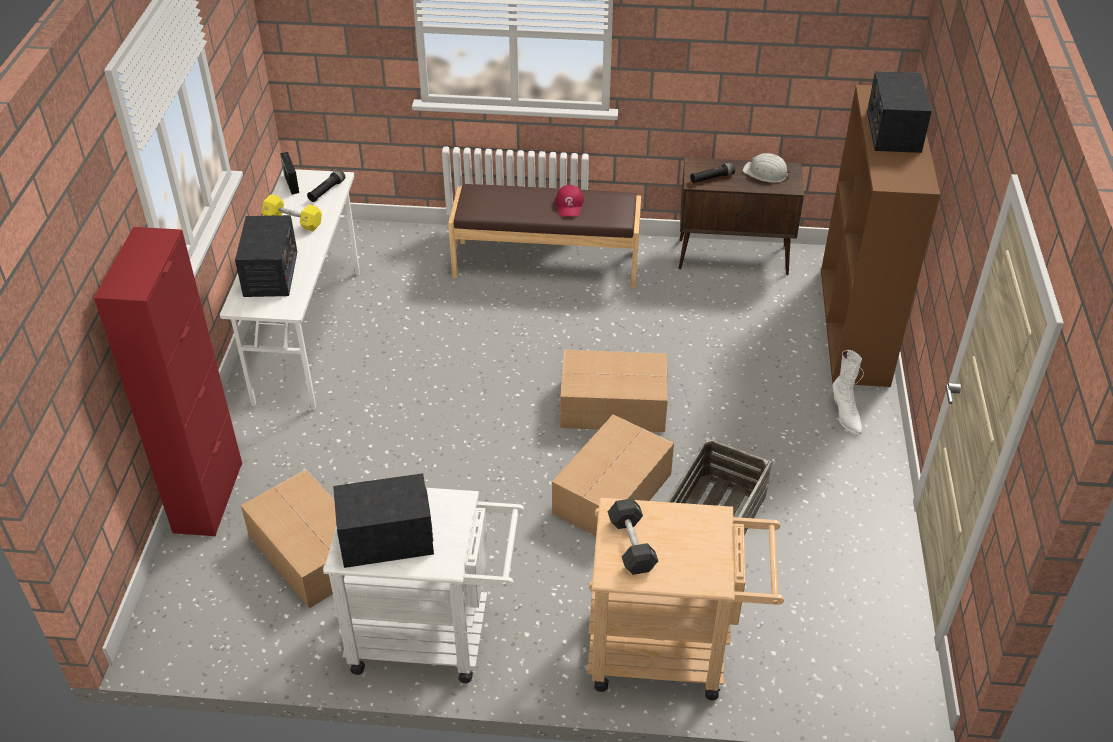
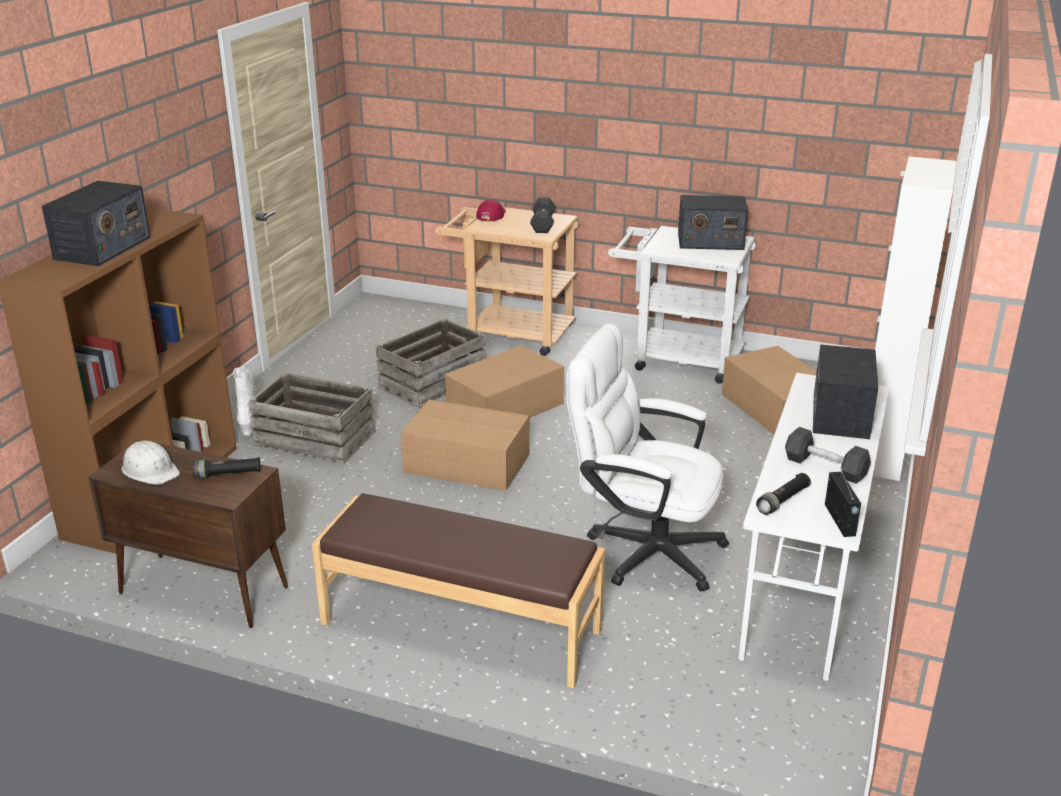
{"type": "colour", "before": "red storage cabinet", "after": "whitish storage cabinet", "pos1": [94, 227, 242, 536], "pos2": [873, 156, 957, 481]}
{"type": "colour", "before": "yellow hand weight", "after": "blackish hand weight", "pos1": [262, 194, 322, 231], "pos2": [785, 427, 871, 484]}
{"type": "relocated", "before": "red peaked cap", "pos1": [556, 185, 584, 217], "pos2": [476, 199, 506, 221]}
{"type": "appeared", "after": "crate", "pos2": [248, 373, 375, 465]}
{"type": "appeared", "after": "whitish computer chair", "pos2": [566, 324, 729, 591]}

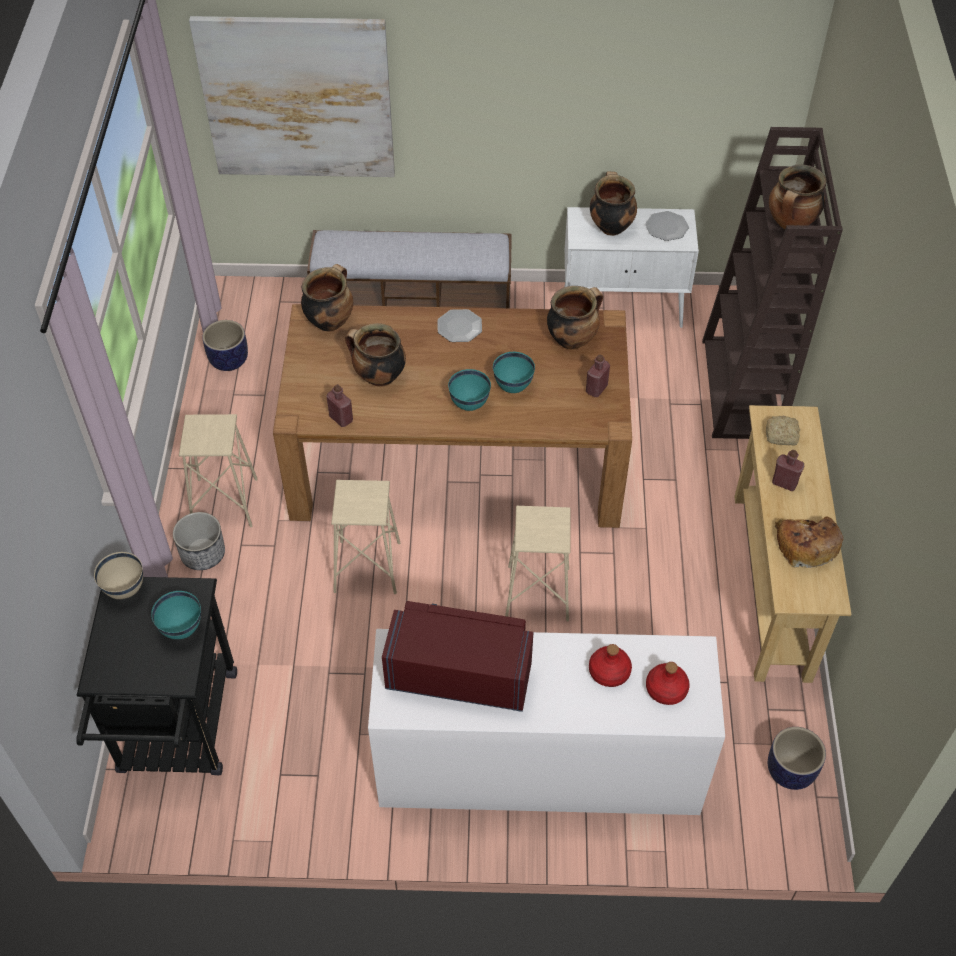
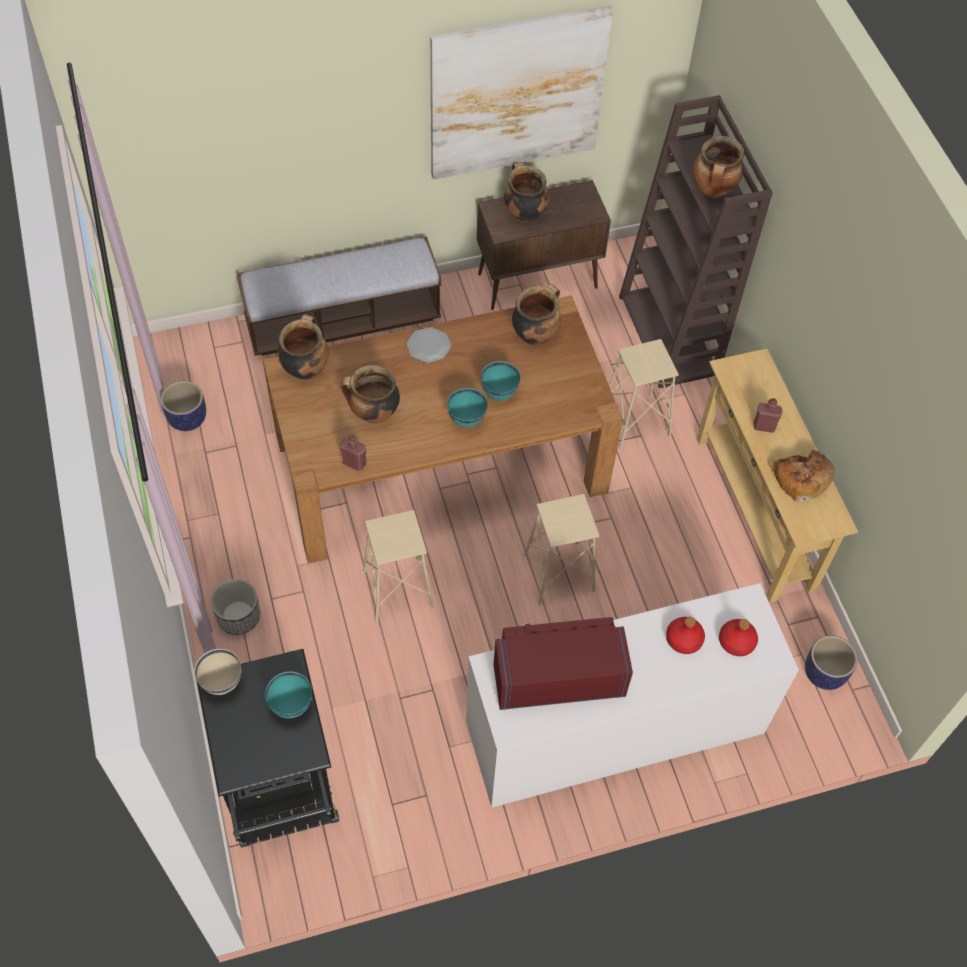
{"type": "relocated", "before": "beige-coloured stool seat", "pos1": [179, 414, 258, 527], "pos2": [609, 339, 679, 449]}
{"type": "relocated", "before": "wall picture", "pos1": [189, 16, 395, 177], "pos2": [430, 6, 613, 180]}
{"type": "colour", "before": "whitish storage cabinet", "after": "brown-coloured storage cabinet", "pos1": [564, 207, 699, 328], "pos2": [477, 180, 611, 310]}
{"type": "missing", "before": "red bottle", "pos1": [586, 355, 610, 397]}
{"type": "missing", "before": "plate", "pos1": [645, 211, 689, 241]}
{"type": "missing", "before": "baked bread", "pos1": [766, 416, 800, 446]}

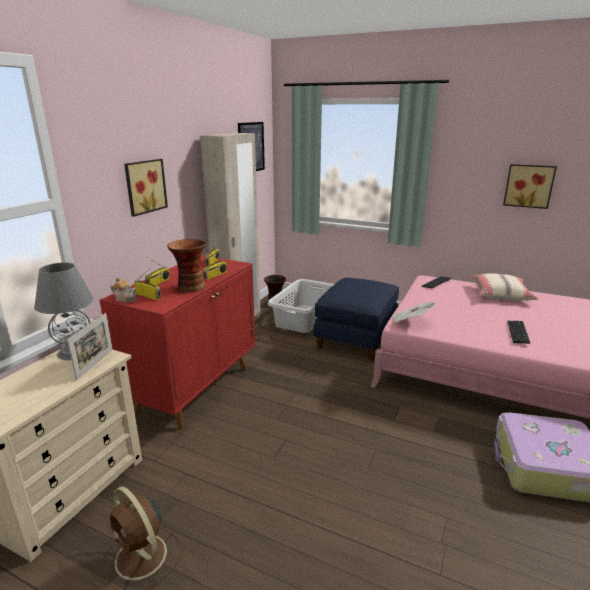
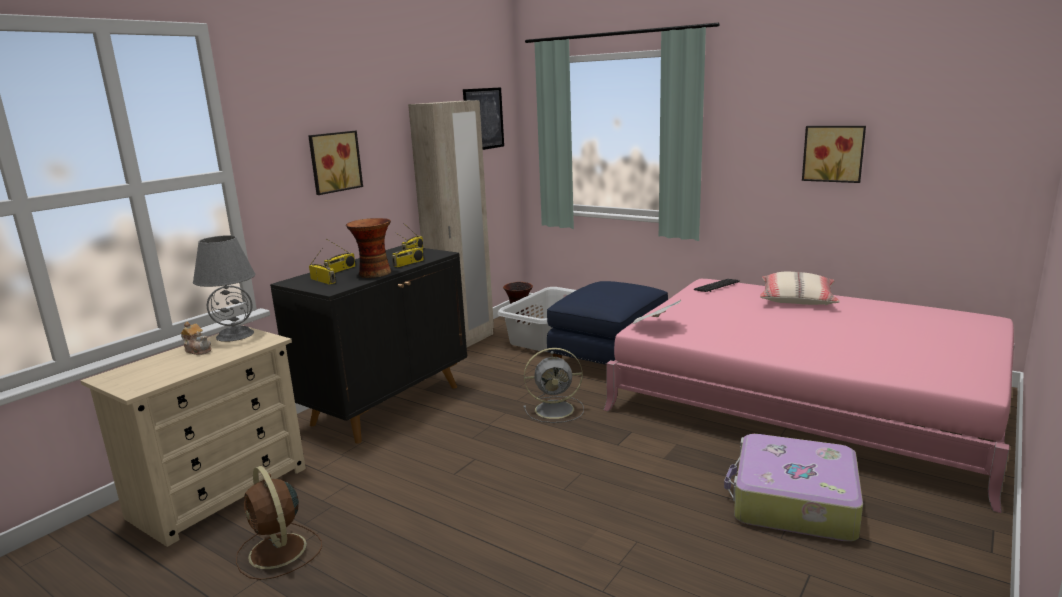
{"type": "missing", "before": "standing frame", "pos1": [67, 313, 113, 381]}
{"type": "colour", "before": "red storage cabinet", "after": "blackish storage cabinet", "pos1": [99, 255, 255, 430], "pos2": [270, 246, 467, 444]}
{"type": "relocated", "before": "tea pot", "pos1": [111, 277, 137, 303], "pos2": [180, 322, 212, 355]}
{"type": "missing", "before": "PC keyboard", "pos1": [507, 321, 530, 344]}
{"type": "appeared", "after": "greyish fan", "pos2": [523, 348, 584, 423]}

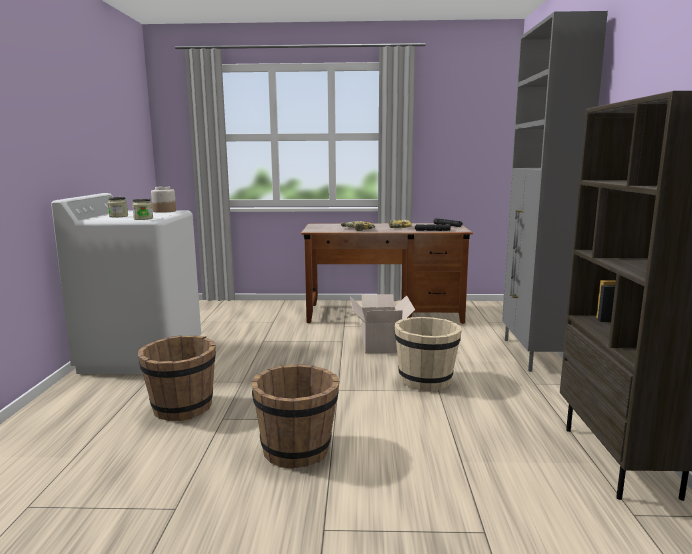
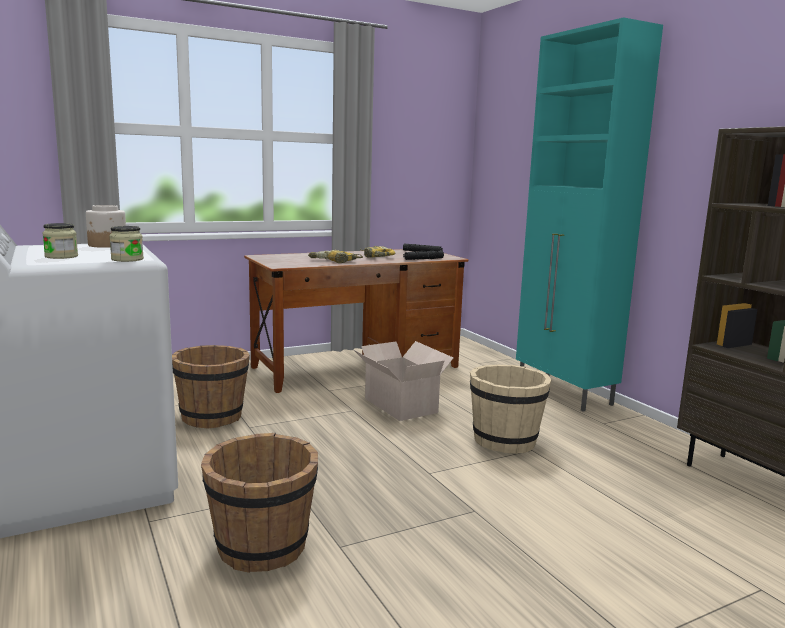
{"type": "relocated", "before": "brown-coloured pail", "pos1": [251, 364, 339, 468], "pos2": [172, 345, 250, 429]}
{"type": "colour", "before": "greyish storage cabinet", "after": "turquoise-coloured storage cabinet", "pos1": [502, 11, 608, 372], "pos2": [516, 17, 663, 411]}

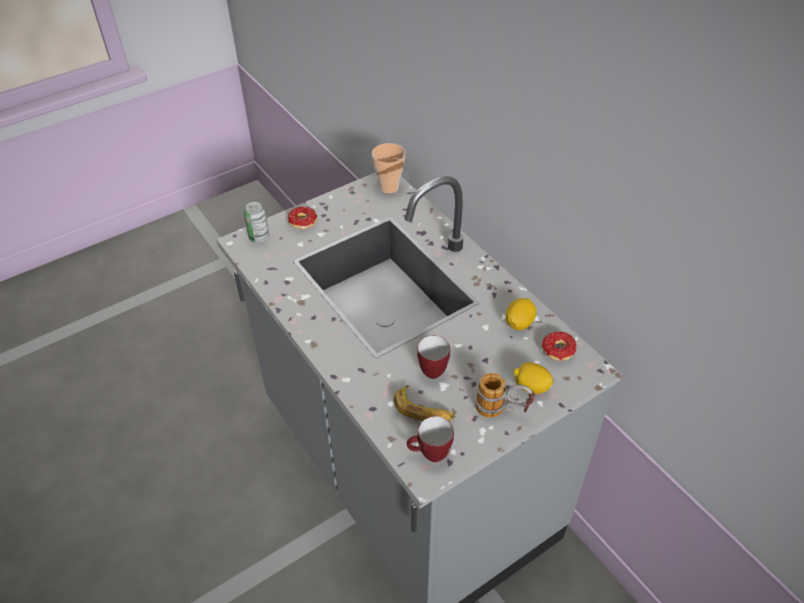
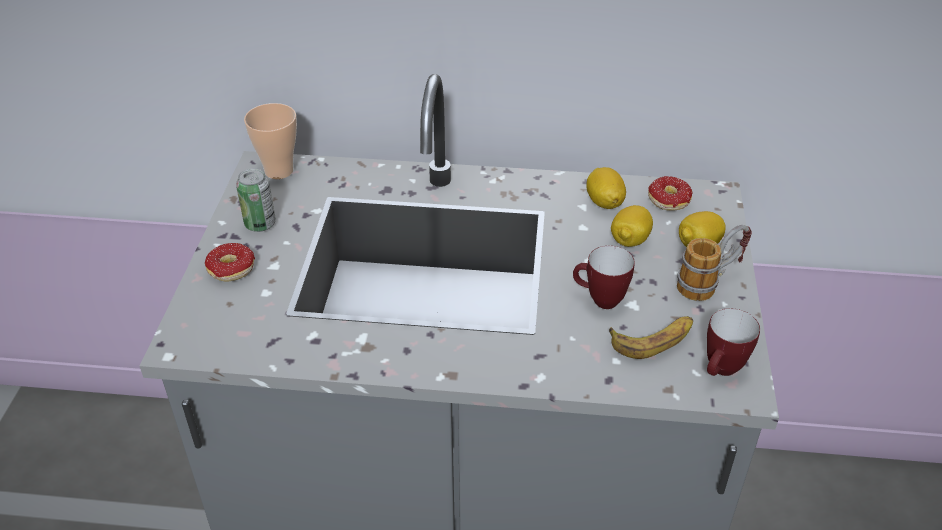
{"type": "relocated", "before": "sealed can", "pos1": [244, 202, 269, 243], "pos2": [236, 168, 276, 232]}
{"type": "appeared", "after": "whole lemon", "pos2": [611, 205, 653, 247]}

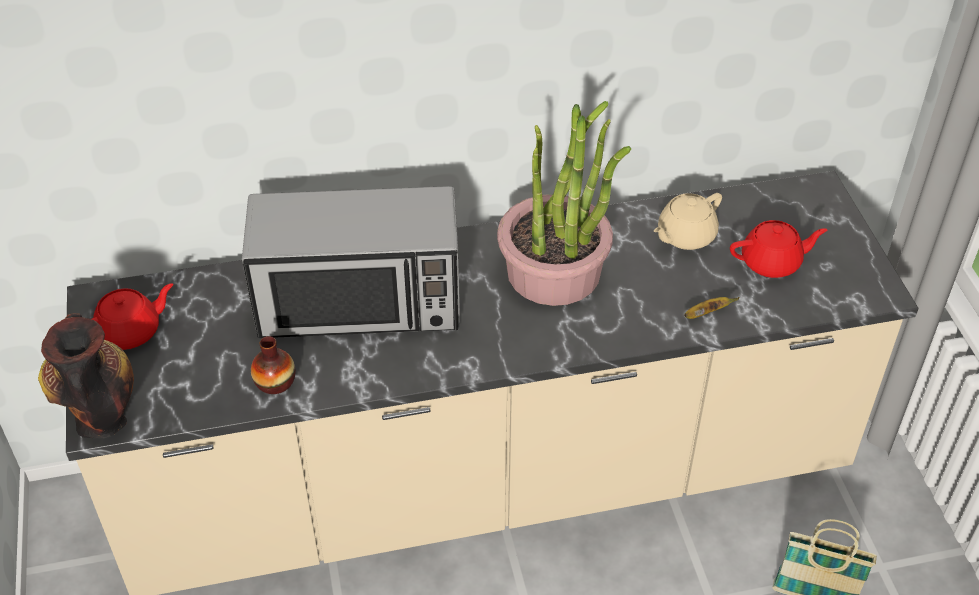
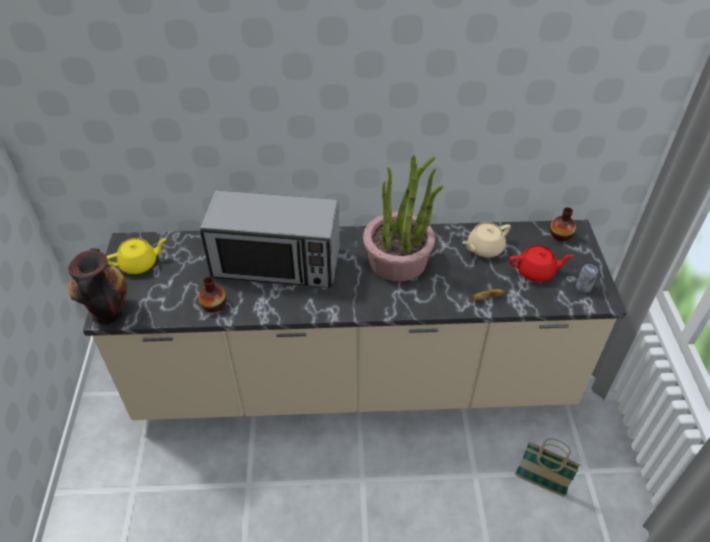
{"type": "colour", "before": "red tea pot", "after": "yellow tea pot", "pos1": [92, 283, 173, 350], "pos2": [106, 238, 166, 274]}
{"type": "appeared", "after": "decorative vase", "pos2": [550, 207, 576, 241]}
{"type": "appeared", "after": "sealed can", "pos2": [576, 264, 598, 293]}

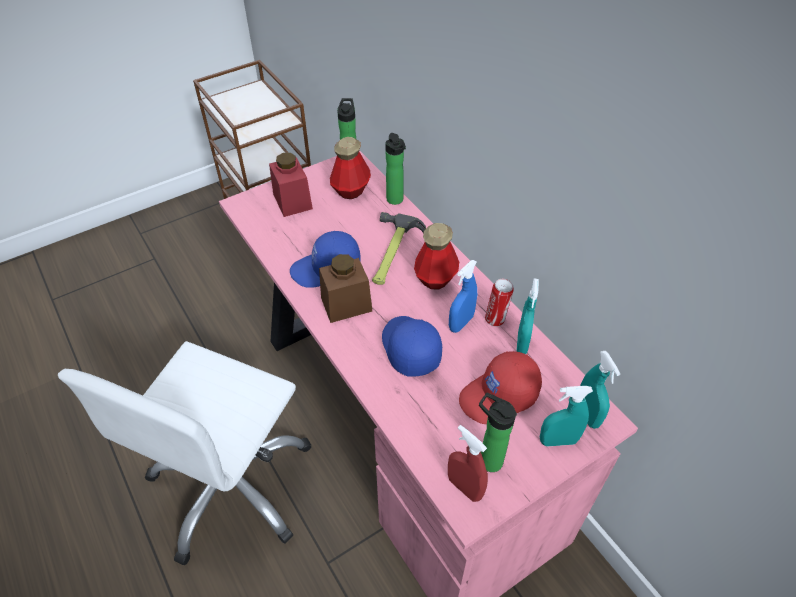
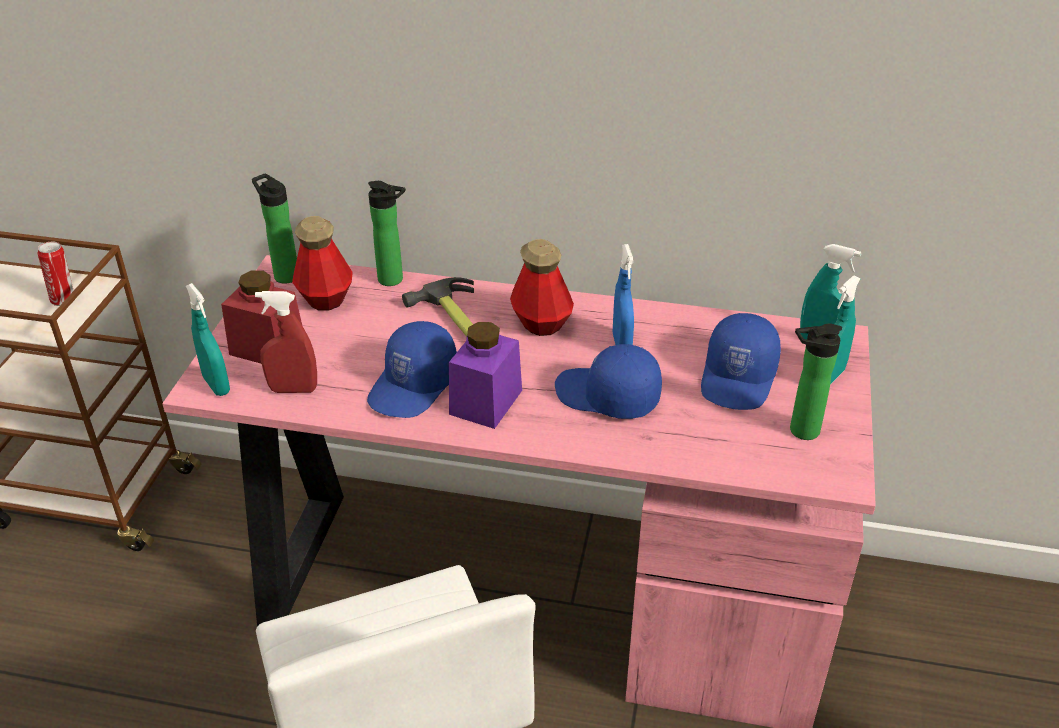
{"type": "colour", "before": "brown-coloured storage jar", "after": "purple storage jar", "pos1": [319, 254, 372, 323], "pos2": [449, 322, 522, 429]}
{"type": "relocated", "before": "red hand sprayer", "pos1": [448, 425, 488, 502], "pos2": [255, 291, 317, 393]}
{"type": "colour", "before": "red peaked cap", "after": "blue peaked cap", "pos1": [459, 351, 542, 424], "pos2": [701, 313, 781, 410]}
{"type": "relocated", "before": "sealed can", "pos1": [485, 279, 514, 327], "pos2": [37, 242, 74, 306]}
{"type": "relocated", "before": "turquoise-coloured hand sprayer", "pos1": [516, 279, 539, 354], "pos2": [186, 283, 230, 396]}

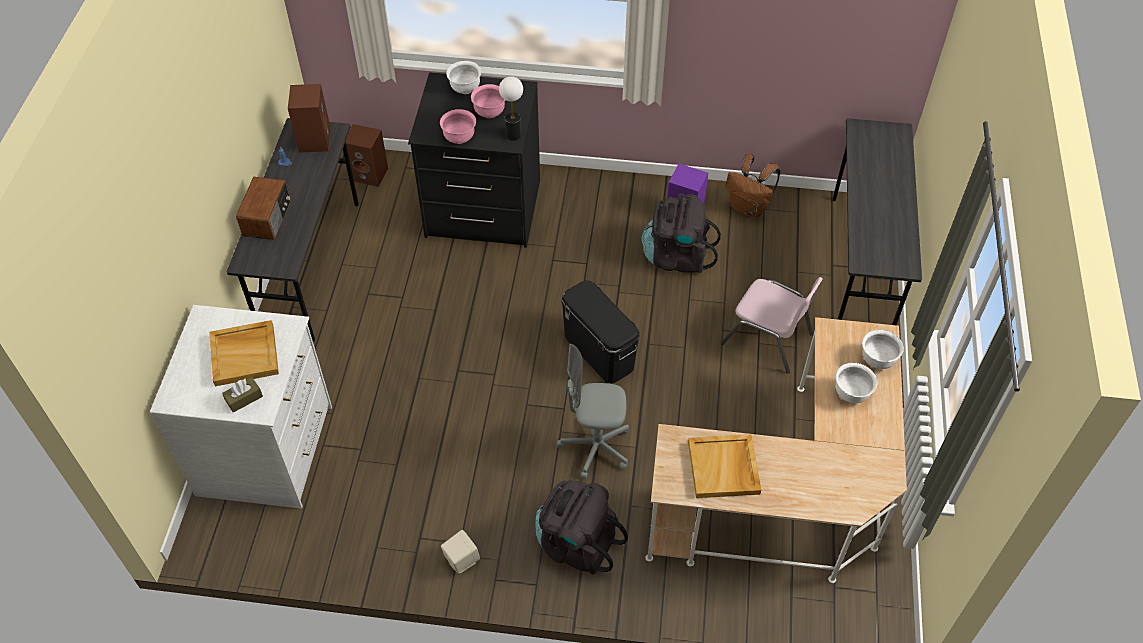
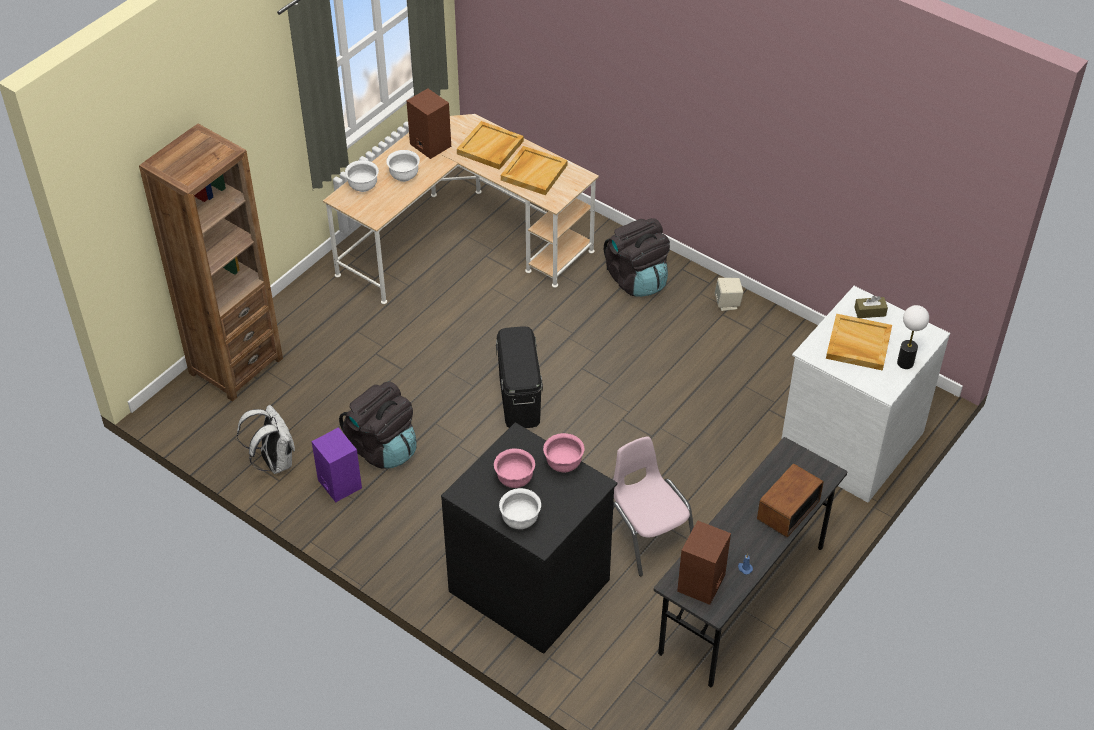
{"type": "relocated", "before": "brown-coloured loudspeaker", "pos1": [346, 124, 388, 187], "pos2": [407, 88, 451, 159]}
{"type": "relocated", "before": "table lamp", "pos1": [499, 76, 523, 141], "pos2": [897, 305, 929, 369]}
{"type": "missing", "before": "greyish computer chair", "pos1": [557, 344, 629, 479]}
{"type": "relocated", "before": "pink-coloured chair", "pos1": [720, 277, 823, 374], "pos2": [613, 436, 694, 576]}
{"type": "colour", "before": "brown-coloured backpack", "after": "whitish backpack", "pos1": [726, 153, 781, 219], "pos2": [237, 405, 295, 474]}
{"type": "exchanged", "before": "greyish desk unit", "after": "brown-coloured shelving unit", "pos1": [833, 118, 922, 325], "pos2": [139, 124, 283, 402]}
{"type": "appeared", "after": "beige-coloured carrying tray", "pos2": [457, 121, 524, 170]}

